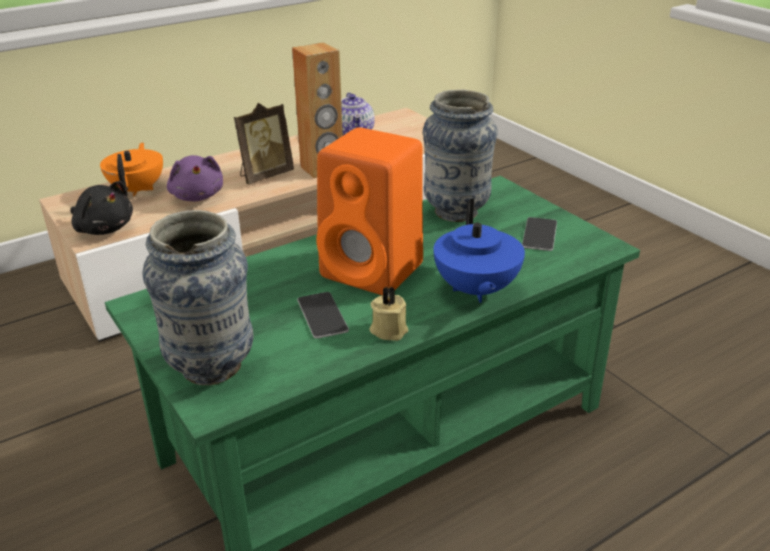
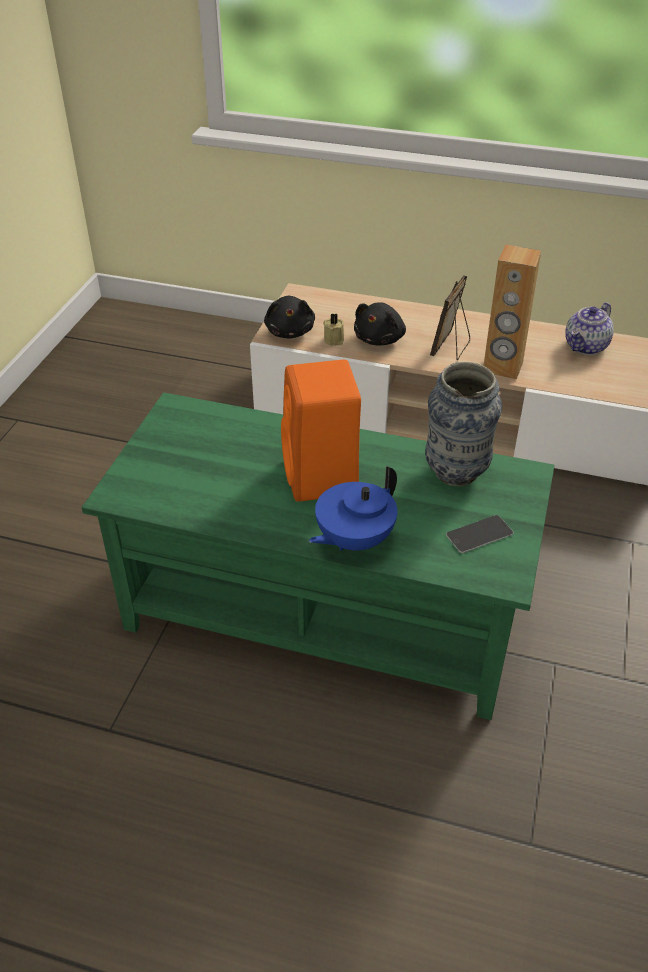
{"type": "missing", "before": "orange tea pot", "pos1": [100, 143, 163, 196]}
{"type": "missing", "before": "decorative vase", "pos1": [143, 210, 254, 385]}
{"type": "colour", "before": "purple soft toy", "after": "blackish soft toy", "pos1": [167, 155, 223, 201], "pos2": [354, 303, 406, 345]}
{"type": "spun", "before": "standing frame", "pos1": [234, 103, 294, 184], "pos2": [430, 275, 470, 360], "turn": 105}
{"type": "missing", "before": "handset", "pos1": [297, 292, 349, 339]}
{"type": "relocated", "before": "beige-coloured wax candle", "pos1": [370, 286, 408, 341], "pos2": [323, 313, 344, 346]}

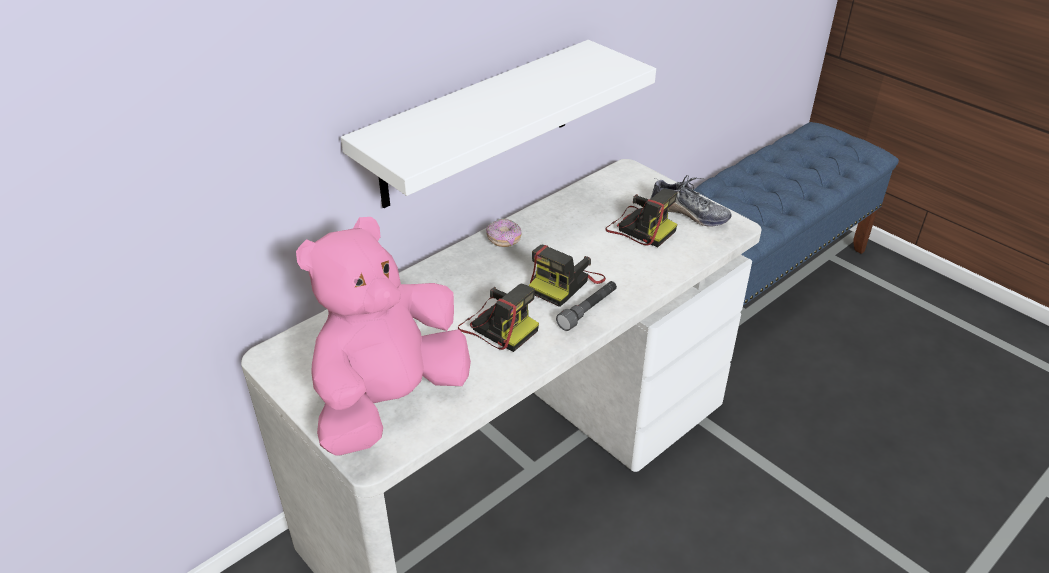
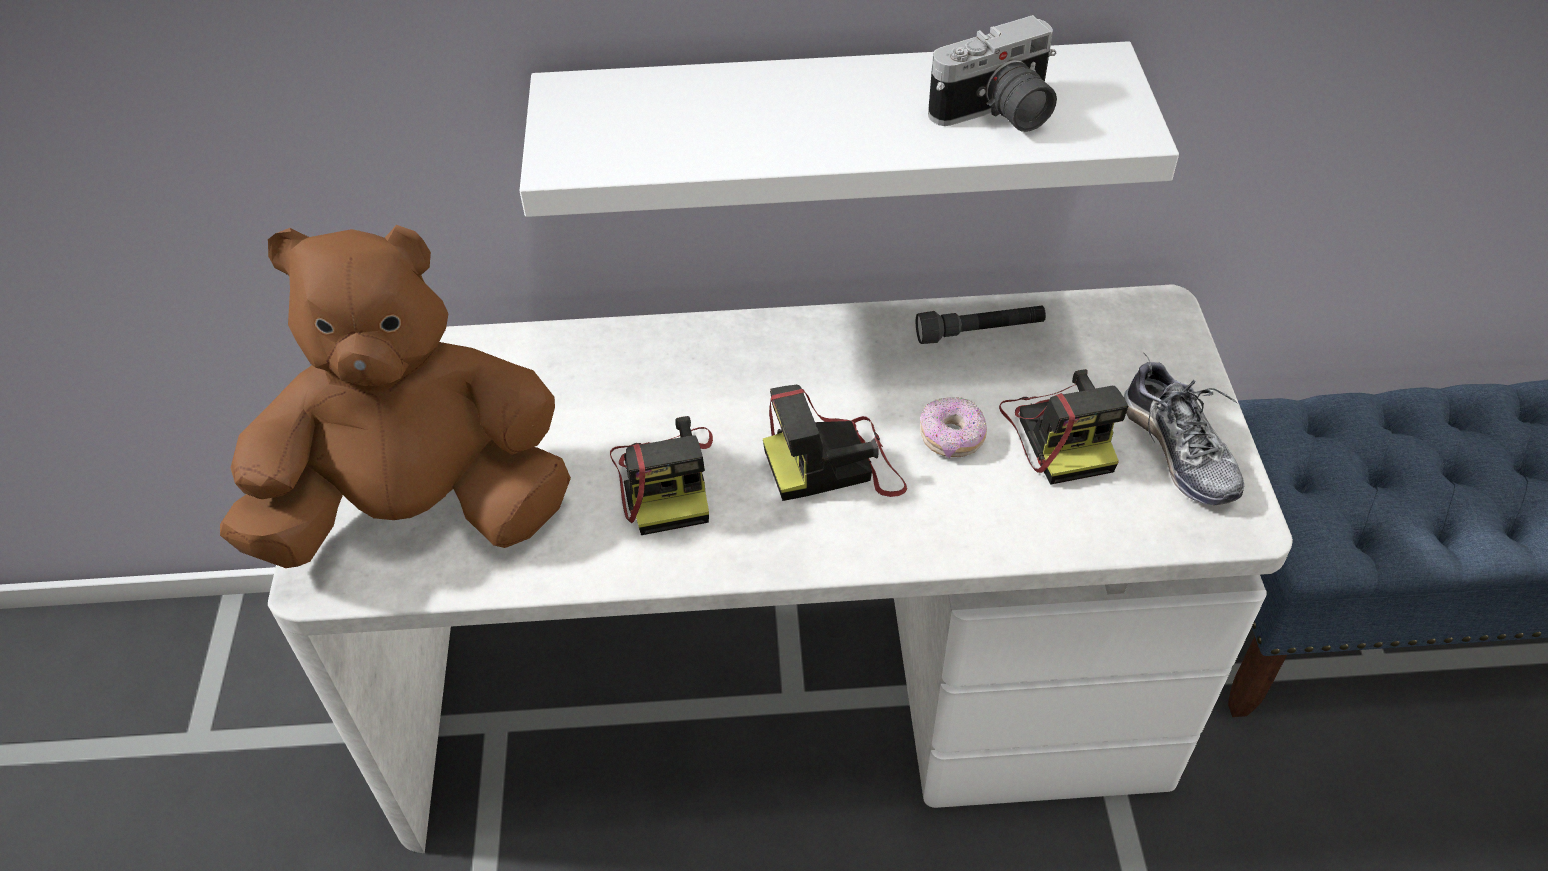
{"type": "colour", "before": "pink-coloured soft toy", "after": "brown-coloured soft toy", "pos1": [296, 217, 471, 456], "pos2": [220, 225, 571, 568]}
{"type": "relocated", "before": "ring doughnut", "pos1": [486, 218, 522, 247], "pos2": [920, 397, 987, 458]}
{"type": "relocated", "before": "greyish torch", "pos1": [556, 281, 617, 331], "pos2": [916, 306, 1046, 344]}
{"type": "appeared", "after": "photo camera", "pos2": [928, 15, 1057, 132]}

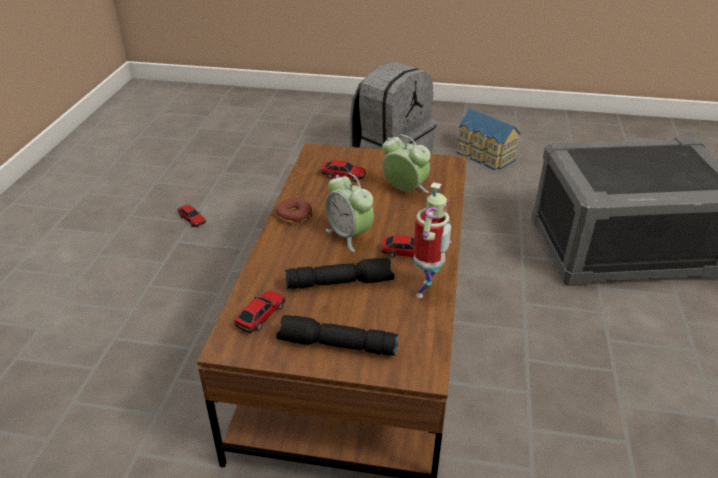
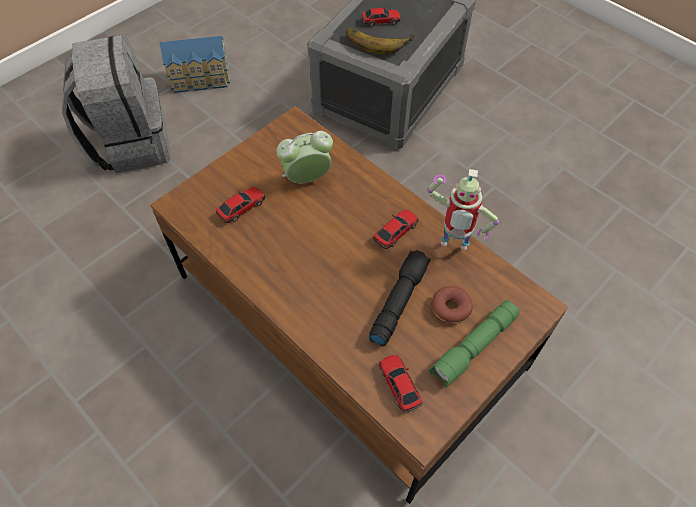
{"type": "relocated", "before": "model car", "pos1": [178, 204, 206, 227], "pos2": [362, 8, 400, 27]}
{"type": "relocated", "before": "ring doughnut", "pos1": [276, 198, 312, 223], "pos2": [430, 286, 473, 323]}
{"type": "colour", "before": "blackish torch", "after": "green-coloured torch", "pos1": [276, 315, 398, 356], "pos2": [429, 300, 520, 388]}
{"type": "missing", "before": "alarm clock", "pos1": [325, 173, 374, 252]}
{"type": "spun", "before": "toy robot", "pos1": [413, 182, 451, 298], "pos2": [427, 169, 499, 250], "turn": 135}
{"type": "appeared", "after": "banana fruit", "pos2": [346, 28, 415, 54]}

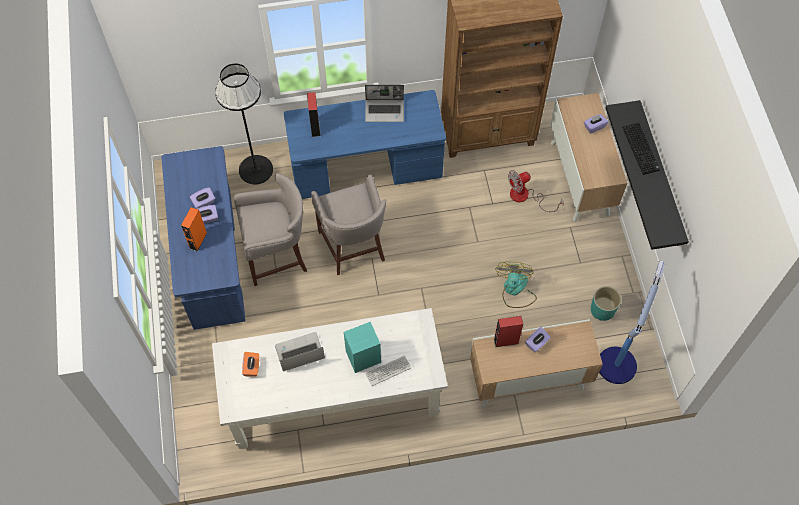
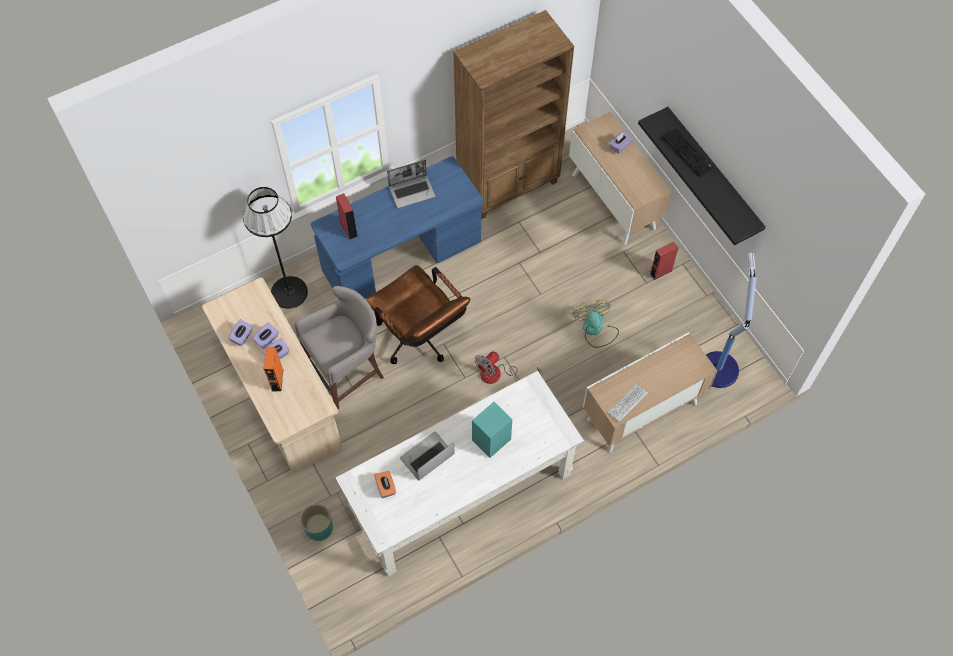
{"type": "colour", "before": "blue desk unit", "after": "beige-coloured desk unit", "pos1": [161, 146, 246, 330], "pos2": [202, 278, 342, 474]}
{"type": "exchanged", "before": "greyish stool seat", "after": "brown-coloured computer chair", "pos1": [311, 174, 386, 275], "pos2": [367, 265, 470, 364]}
{"type": "relocated", "before": "PC keyboard", "pos1": [365, 356, 411, 386], "pos2": [607, 384, 648, 422]}
{"type": "relocated", "before": "red loudspeaker", "pos1": [494, 316, 523, 347], "pos2": [650, 242, 678, 280]}
{"type": "relocated", "before": "fan", "pos1": [508, 170, 564, 212], "pos2": [475, 351, 541, 384]}
{"type": "relocated", "before": "purple tissue box", "pos1": [525, 327, 551, 352], "pos2": [228, 319, 253, 346]}
{"type": "relocated", "before": "turquoise-coloured plant pot", "pos1": [591, 286, 621, 321], "pos2": [300, 504, 333, 541]}

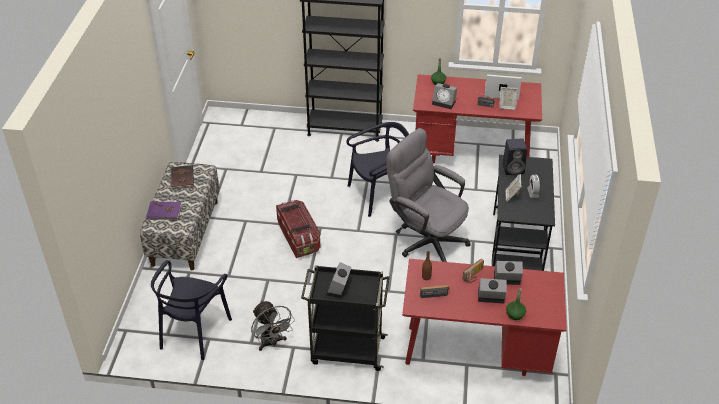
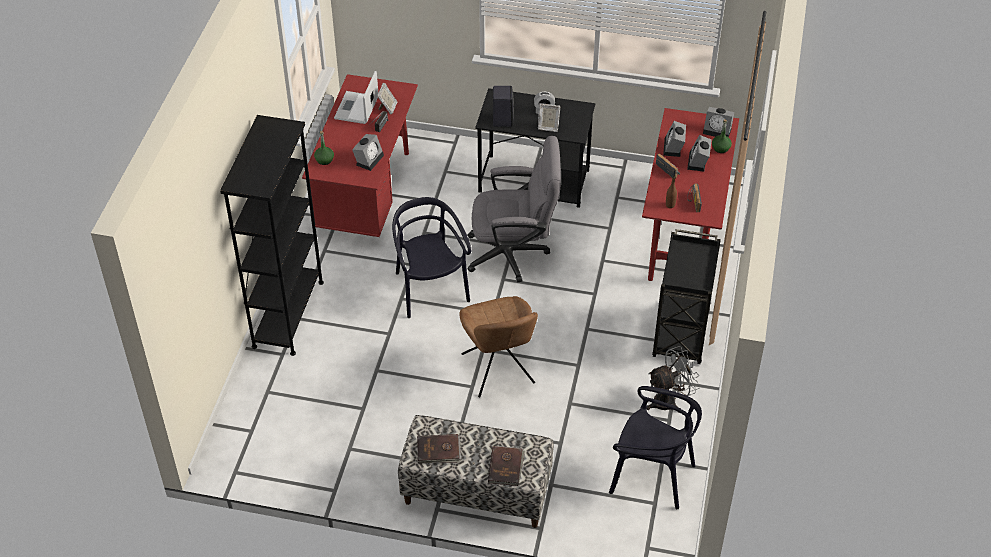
{"type": "colour", "before": "purple volume", "after": "brown-coloured volume", "pos1": [146, 202, 182, 221], "pos2": [488, 446, 525, 486]}
{"type": "exchanged", "before": "storage box", "after": "brown-coloured chair", "pos1": [276, 200, 321, 258], "pos2": [460, 296, 538, 397]}
{"type": "relocated", "before": "alarm clock", "pos1": [327, 262, 352, 299], "pos2": [703, 107, 734, 137]}
{"type": "spun", "before": "greyish computer chair", "pos1": [387, 128, 471, 262], "pos2": [467, 136, 561, 282], "turn": -135}

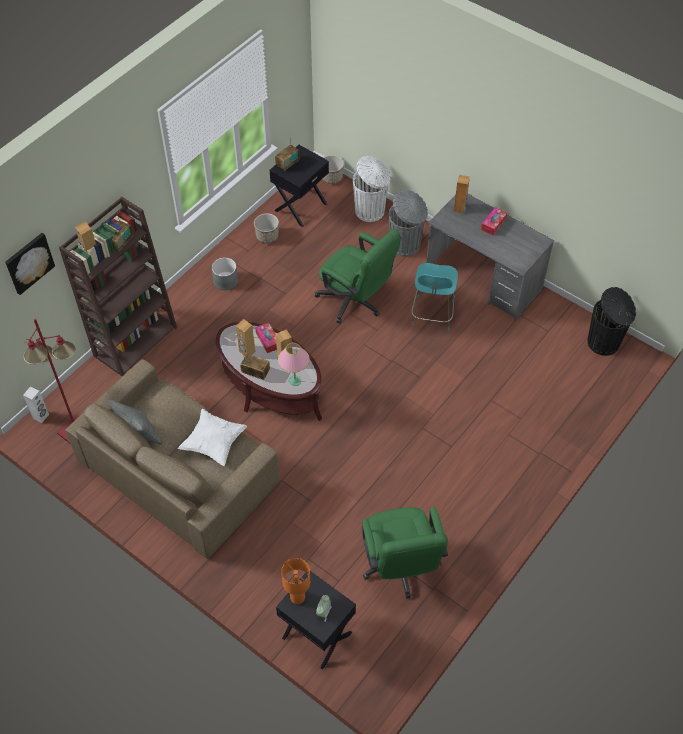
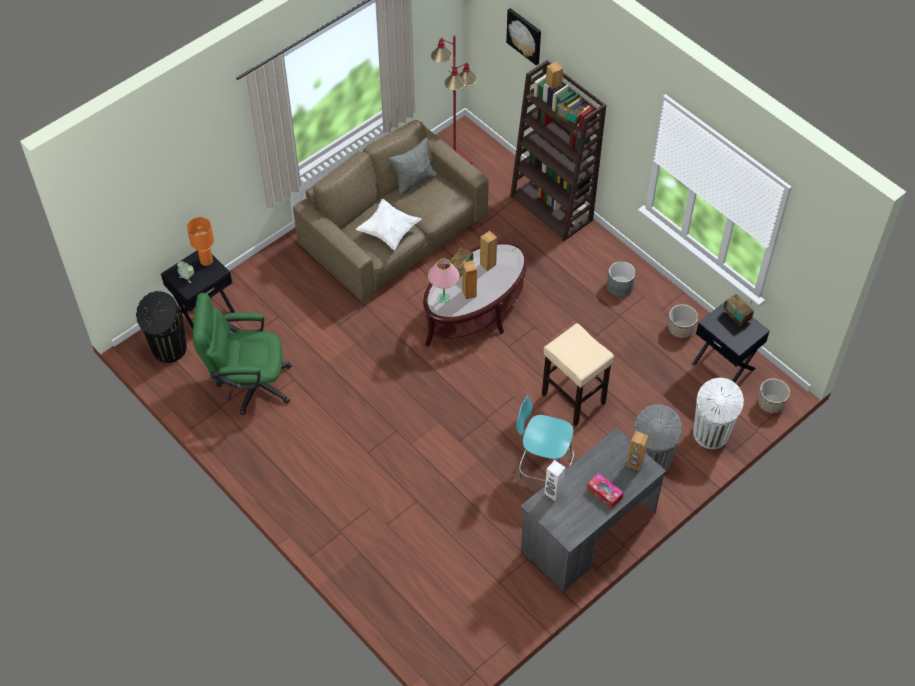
{"type": "relocated", "before": "whitish loudspeaker", "pos1": [23, 387, 49, 423], "pos2": [544, 460, 565, 501]}
{"type": "missing", "before": "tissue box", "pos1": [255, 322, 277, 353]}
{"type": "exchanged", "before": "green-coloured computer chair", "after": "beige-coloured stool seat", "pos1": [315, 229, 401, 324], "pos2": [542, 323, 614, 426]}
{"type": "relocated", "before": "blackish waste bin", "pos1": [587, 287, 636, 356], "pos2": [136, 291, 187, 363]}

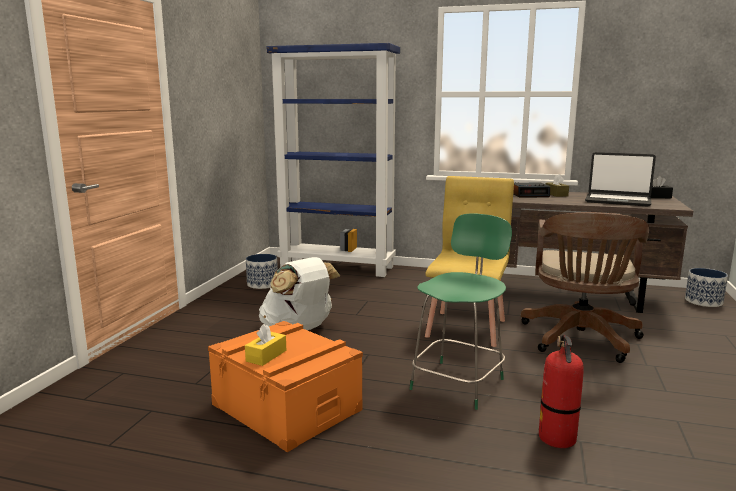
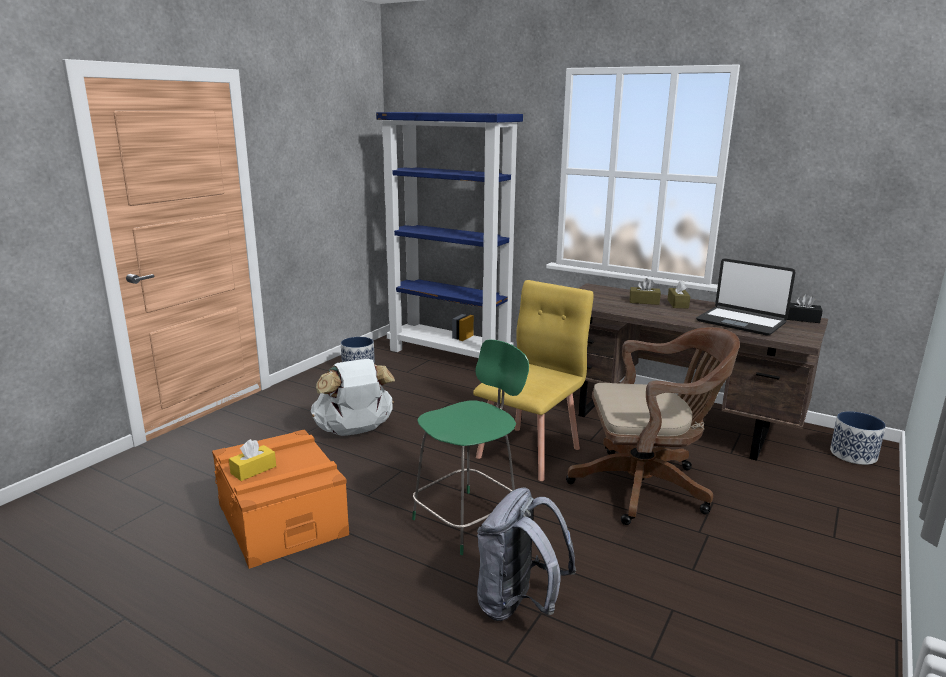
{"type": "exchanged", "before": "alarm clock", "after": "brown-coloured tissue box", "pos1": [513, 182, 550, 198], "pos2": [630, 278, 661, 305]}
{"type": "spun", "before": "brown-coloured computer chair", "pos1": [521, 212, 649, 363], "pos2": [566, 327, 740, 525], "turn": -120}
{"type": "exchanged", "before": "extinguisher", "after": "greyish backpack", "pos1": [539, 334, 584, 448], "pos2": [477, 487, 576, 621]}

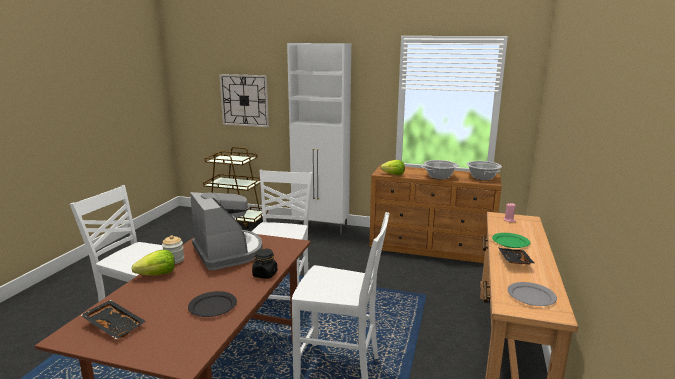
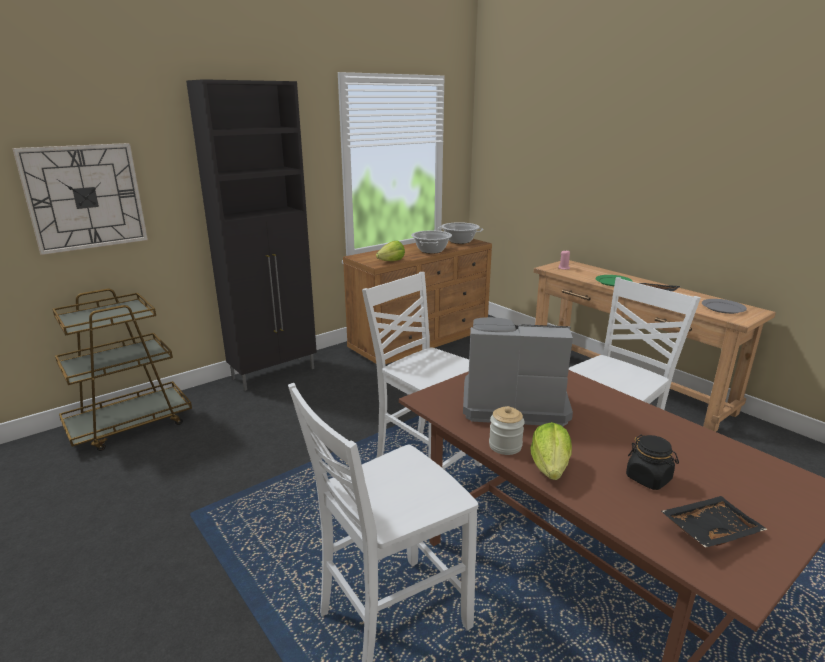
{"type": "missing", "before": "blackish plate", "pos1": [188, 291, 237, 317]}
{"type": "relocated", "before": "blackish storage jar", "pos1": [252, 248, 277, 279], "pos2": [626, 435, 679, 490]}
{"type": "colour", "before": "whitish storage cabinet", "after": "blackish storage cabinet", "pos1": [287, 43, 351, 234], "pos2": [186, 79, 317, 391]}

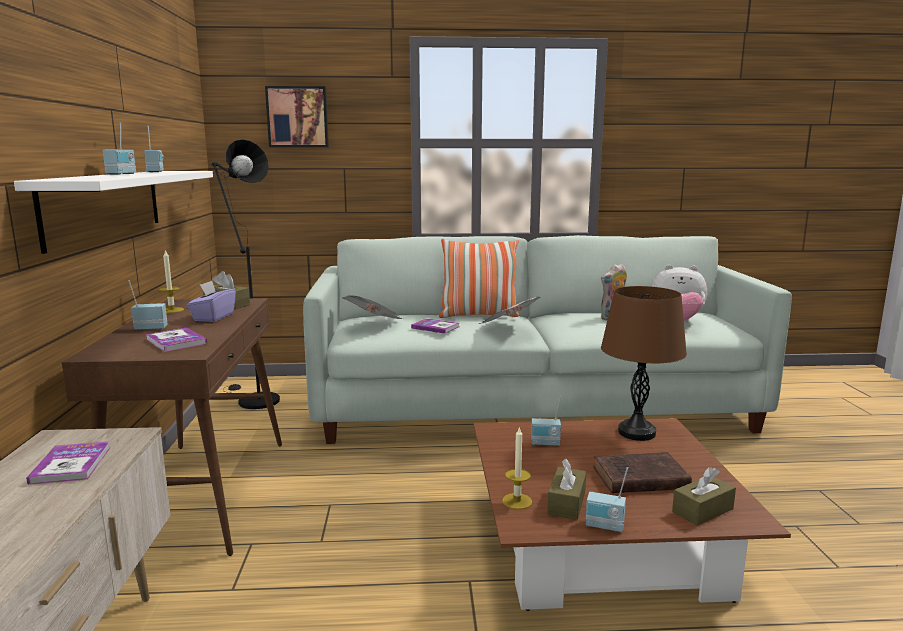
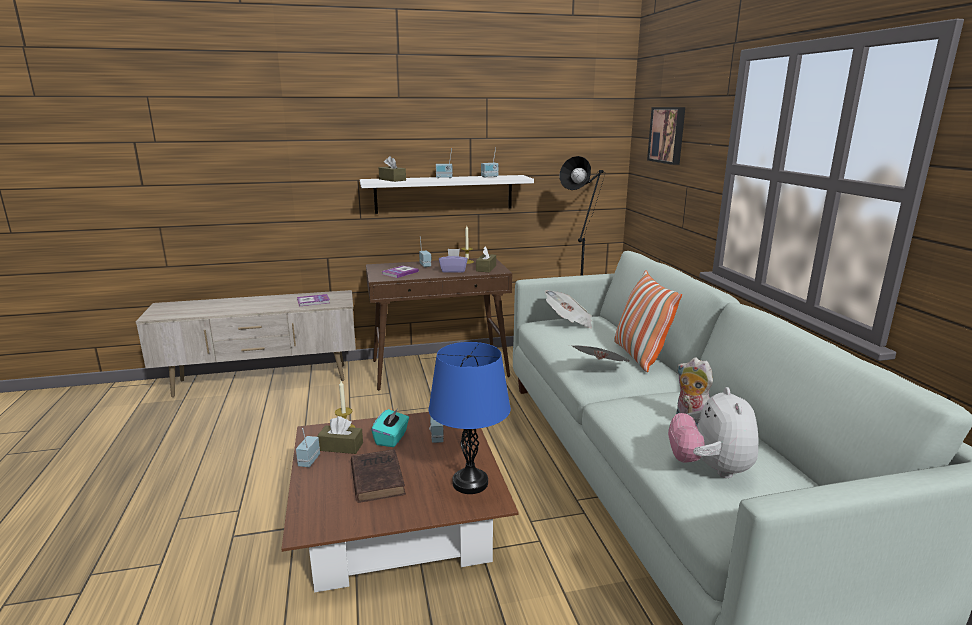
{"type": "missing", "before": "volume", "pos1": [411, 318, 459, 334]}
{"type": "colour", "before": "brown-coloured table lamp", "after": "blue table lamp", "pos1": [601, 286, 687, 441], "pos2": [429, 342, 511, 494]}
{"type": "relocated", "before": "brown-coloured tissue box", "pos1": [672, 467, 736, 526], "pos2": [379, 156, 406, 182]}
{"type": "appeared", "after": "turquoise-coloured tissue box", "pos2": [371, 408, 409, 447]}

